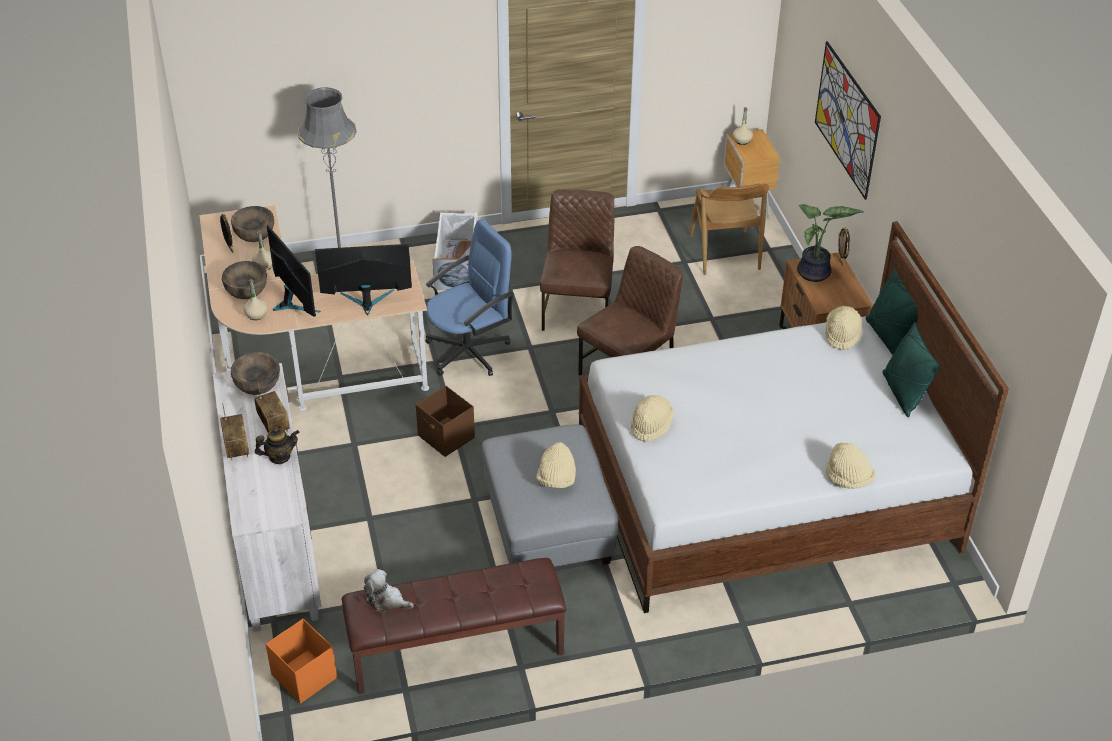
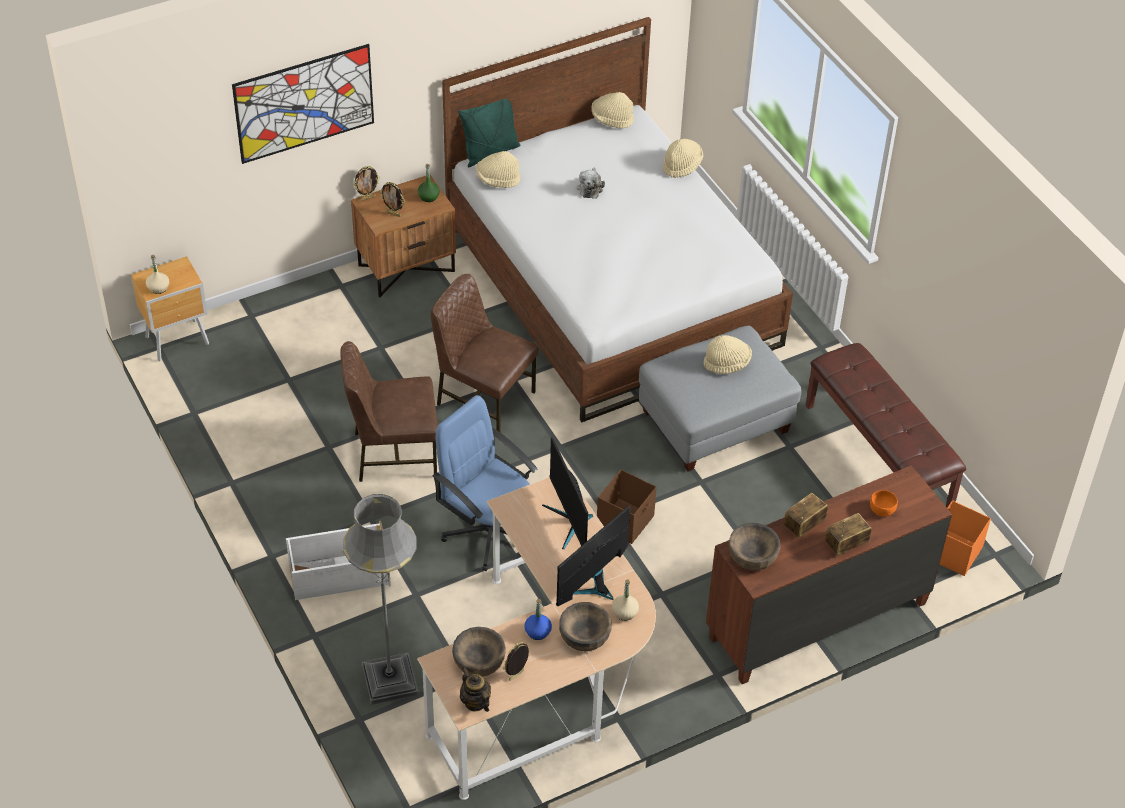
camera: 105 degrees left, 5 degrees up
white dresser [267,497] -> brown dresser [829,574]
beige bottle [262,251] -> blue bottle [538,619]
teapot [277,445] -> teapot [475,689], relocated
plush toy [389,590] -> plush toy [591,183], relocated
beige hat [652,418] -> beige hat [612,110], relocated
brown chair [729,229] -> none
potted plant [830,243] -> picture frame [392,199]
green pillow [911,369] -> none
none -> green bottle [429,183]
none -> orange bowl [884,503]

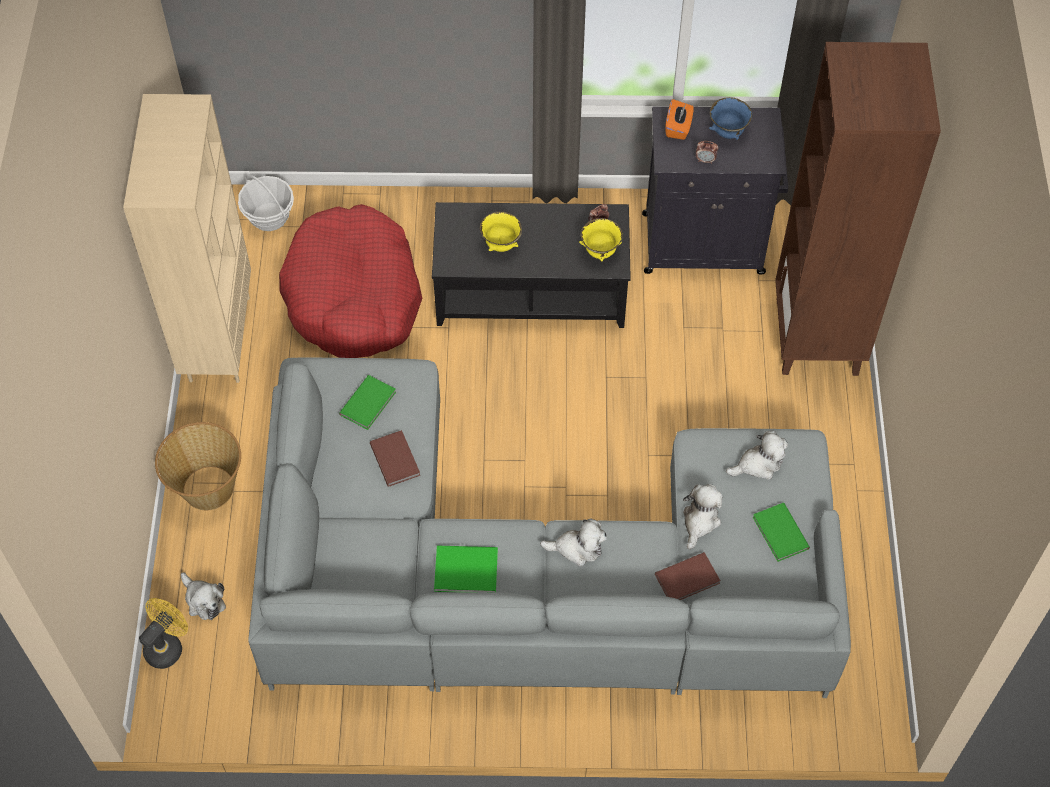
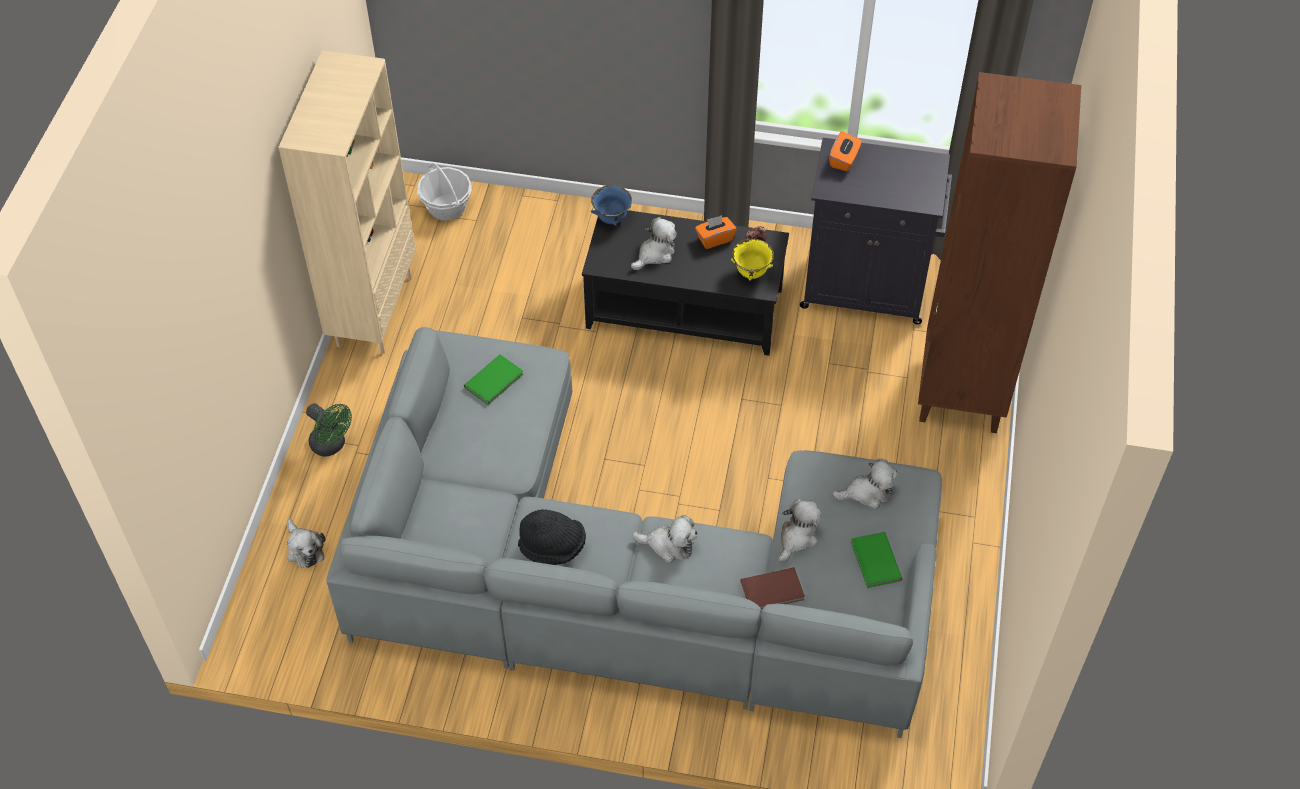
camera: 10 degrees right, 5 degrees down
yellow fan [163,633] -> none
basket [198,466] -> green fan [329,430]
red dog bed [350,281] -> none
brown book [395,458] -> none
green book [466,569] -> black hat [552,537]
yellow bowl [501,232] -> plush toy [654,243]
alarm clock [707,152] -> none
blue bowl [730,118] -> blue bowl [611,205], relocated
none -> orange tissue box [716,232]

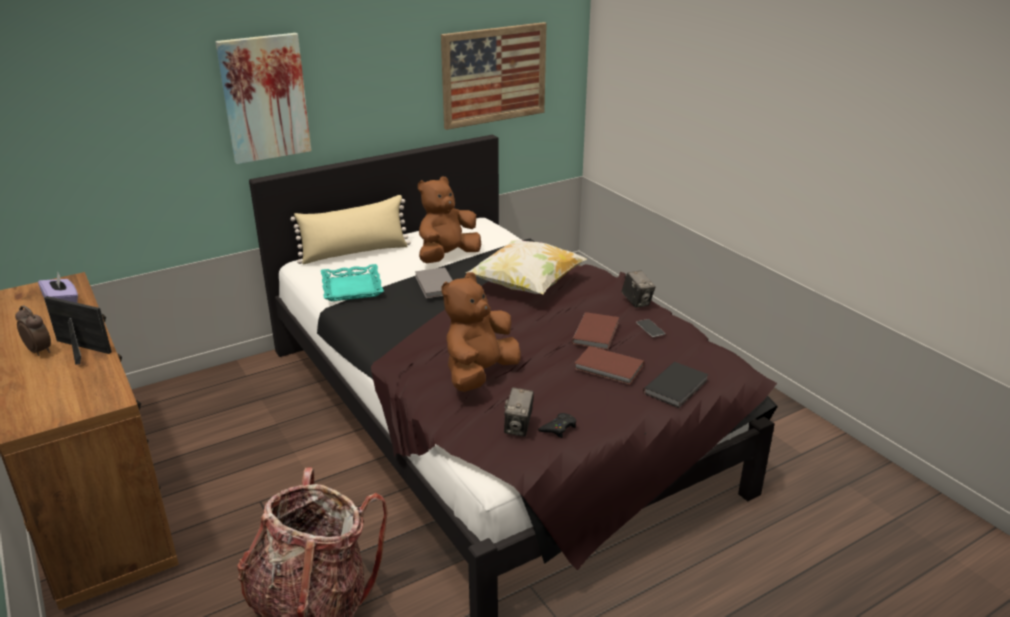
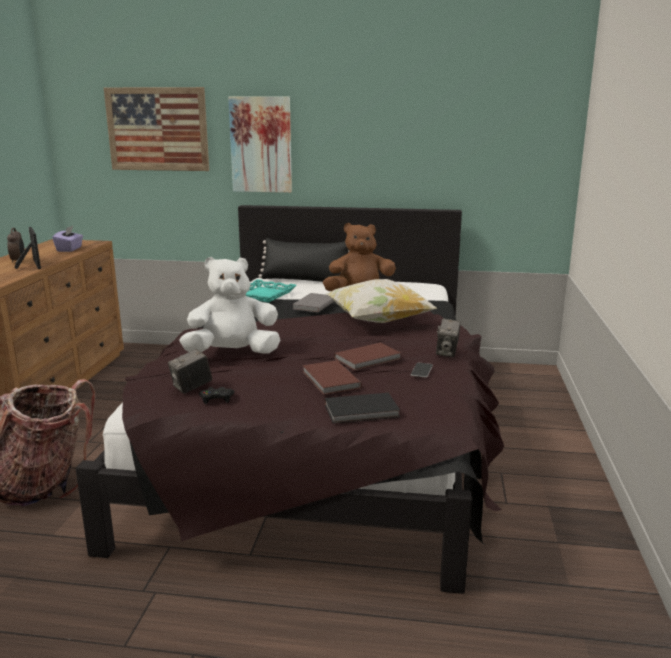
camera: 40 degrees right, 10 degrees down
beige pillow [350,229] -> black pillow [304,260]
picture [494,76] -> picture [156,129], relocated
brown plush toy [481,332] -> white plush toy [230,305]

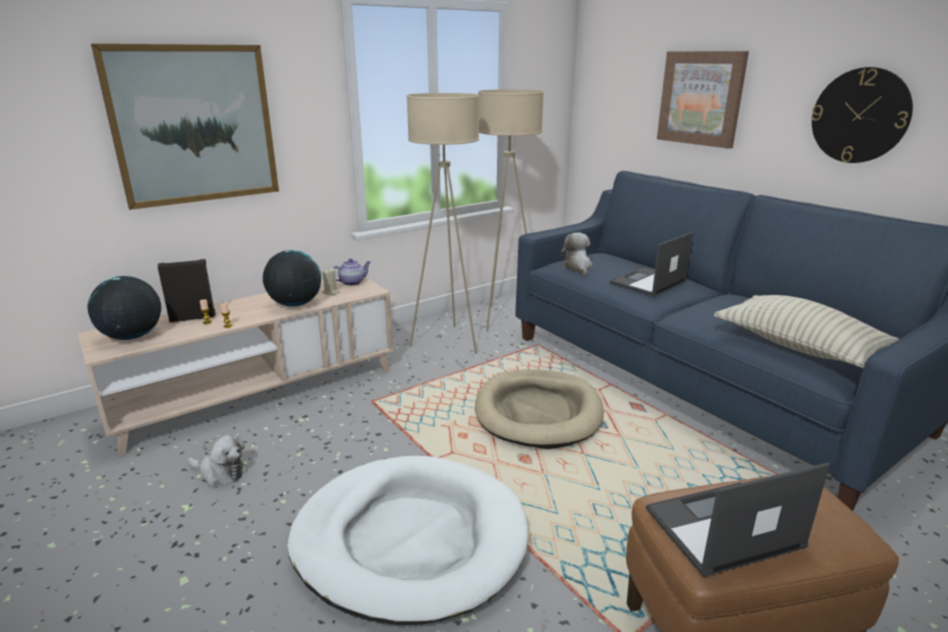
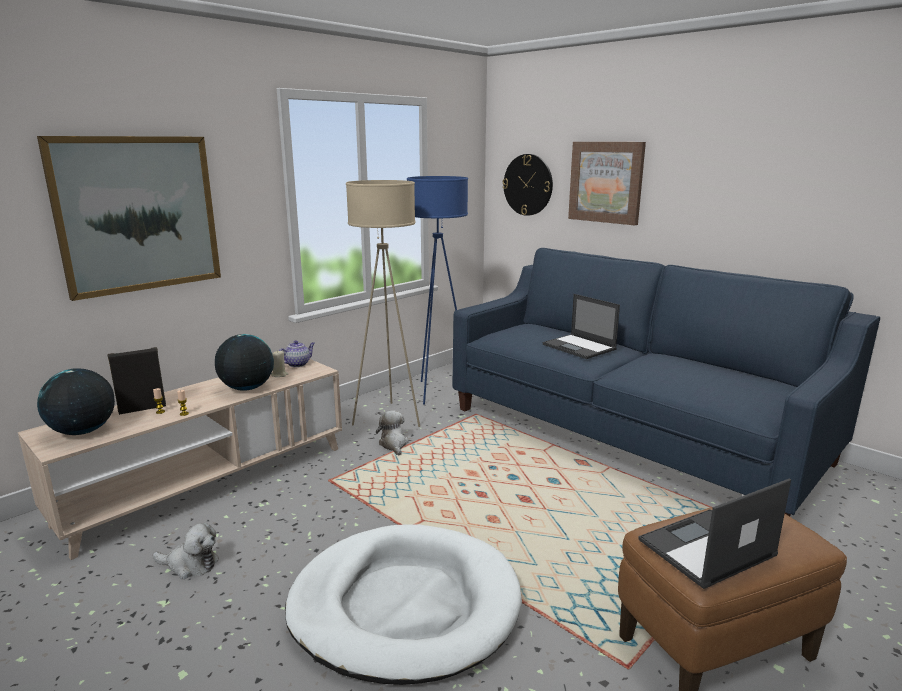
camera: 10 degrees left, 5 degrees down
beige dog bed [539,409] -> none
beige floor lamp [511,210] -> blue floor lamp [437,290]
plush toy [576,254] -> plush toy [392,433], relocated
laptop [651,264] -> laptop [581,326], 75 degrees counterclockwise
pillow [806,331] -> none
wall clock [862,115] -> wall clock [528,185], relocated

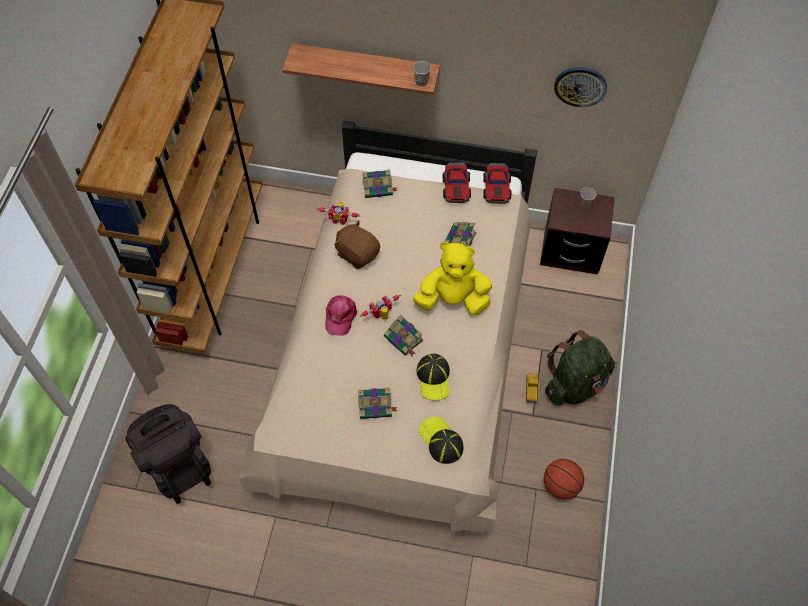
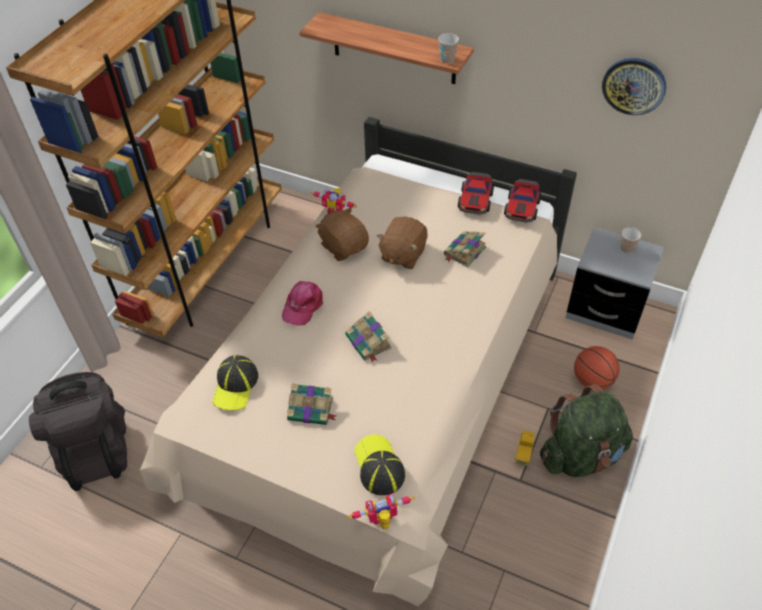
camera: 15 degrees right, 10 degrees down
toy robot [380,307] -> toy robot [381,511], relocated
book [380,184] -> none
yellow plush toy [452,278] -> none
cap [433,377] -> cap [235,382], relocated
brown nightstand [577,231] -> grey nightstand [615,283]
basketball [564,479] -> basketball [597,367], relocated
none -> brown plush toy [402,243]

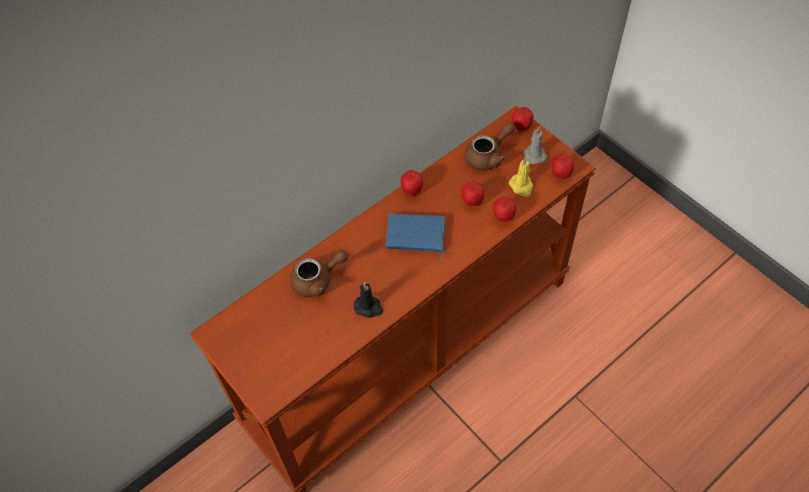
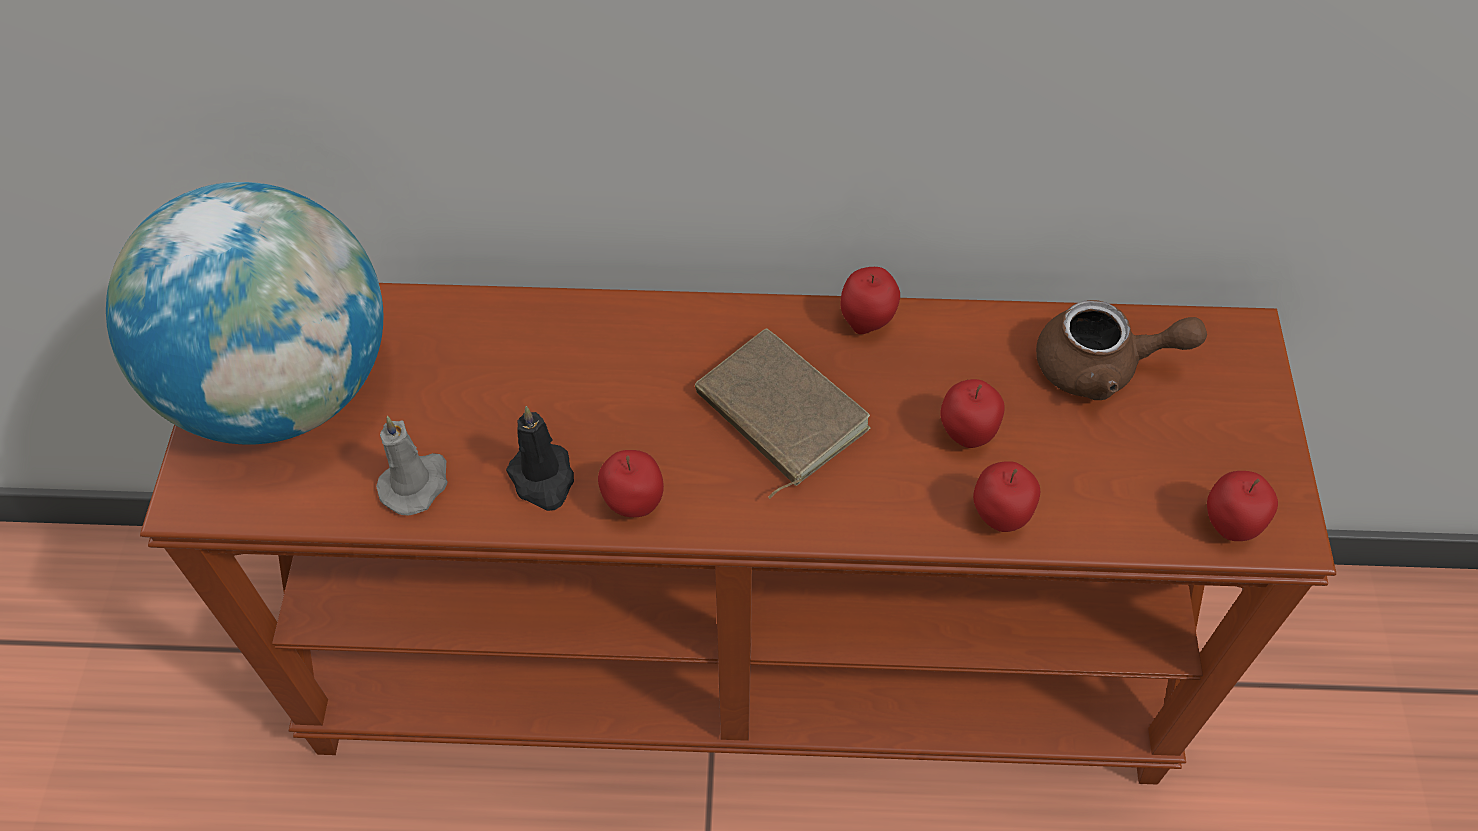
camera: 40 degrees right, 0 degrees up
brown teapot [319,273] -> none
blue book [416,237] -> brown book [783,413]
yellow candle [521,177] -> none
apple [522,119] -> apple [631,483], relocated
grey candle [535,145] -> grey candle [412,466], relocated
none -> globe [244,313]

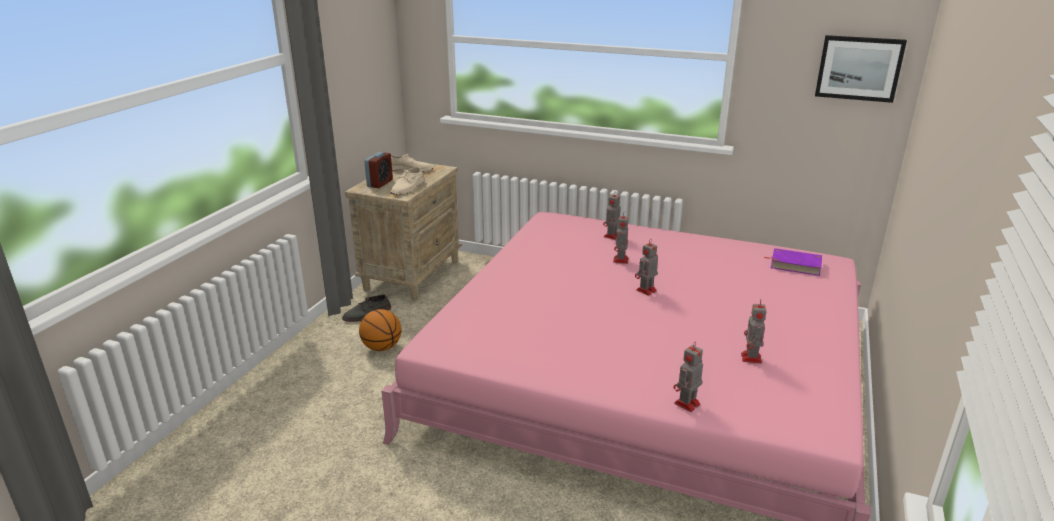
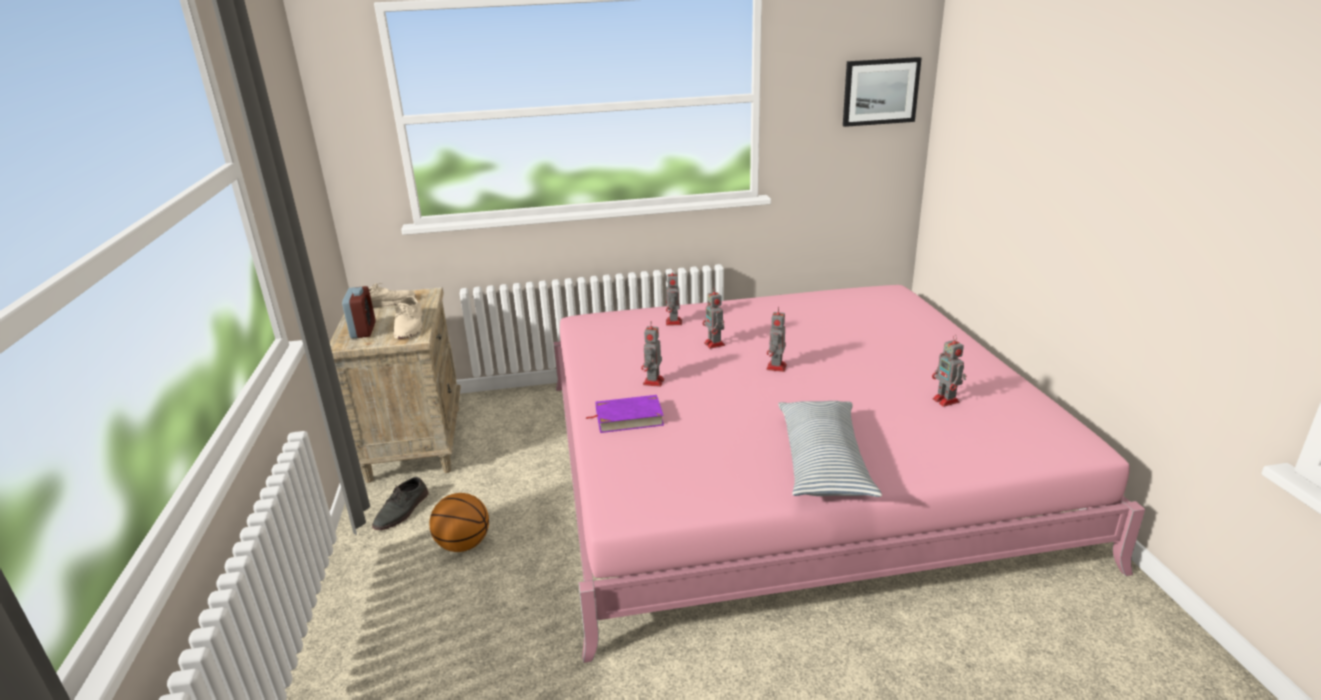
camera: 30 degrees left, 0 degrees up
toy robot [688,377] -> toy robot [652,354], relocated
purple book [793,262] -> purple book [625,414], relocated
none -> pillow [830,449]

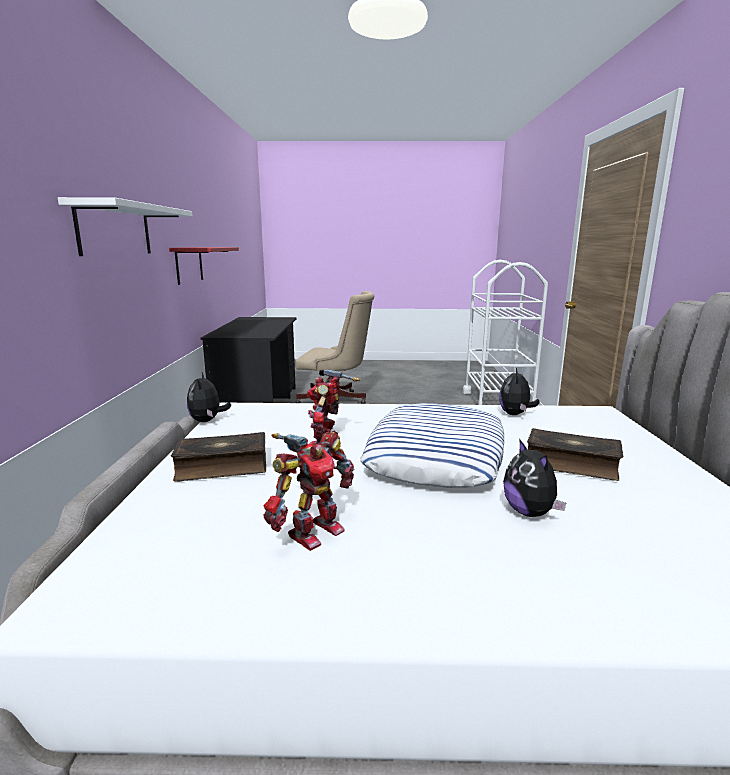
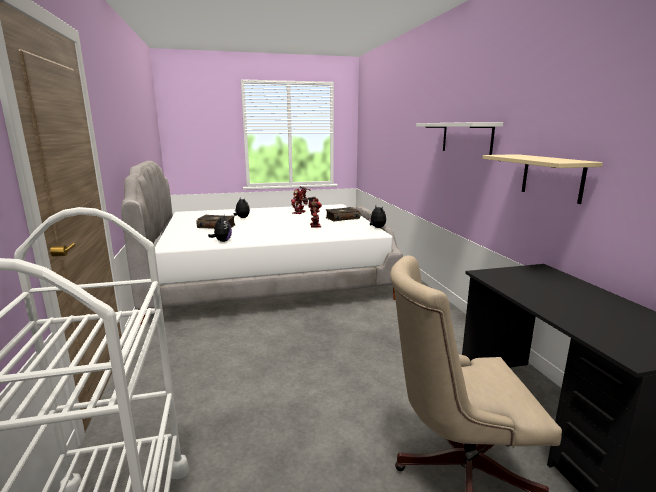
camera: 165 degrees right, 0 degrees up
red shelf [204,266] -> beige shelf [543,179]
pillow [432,445] -> none

